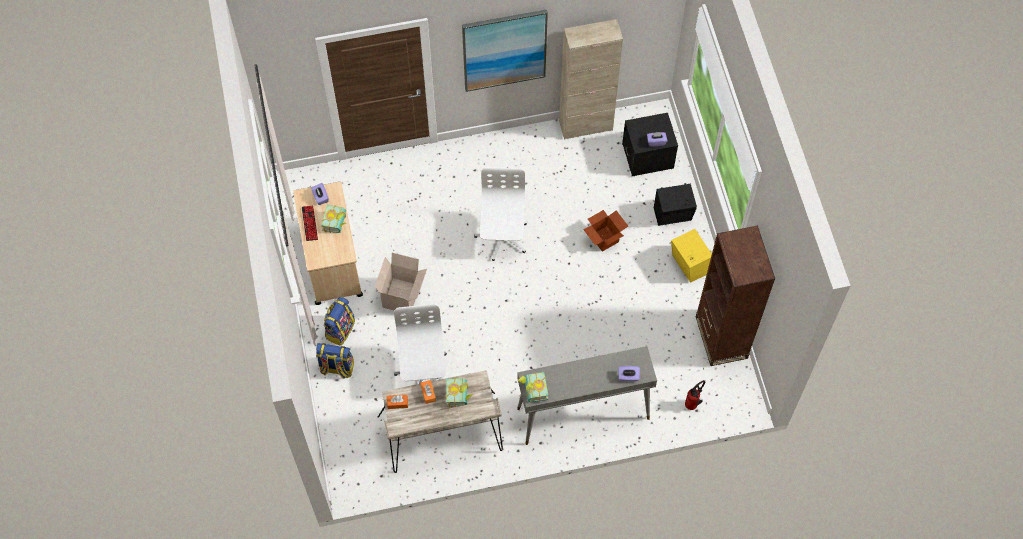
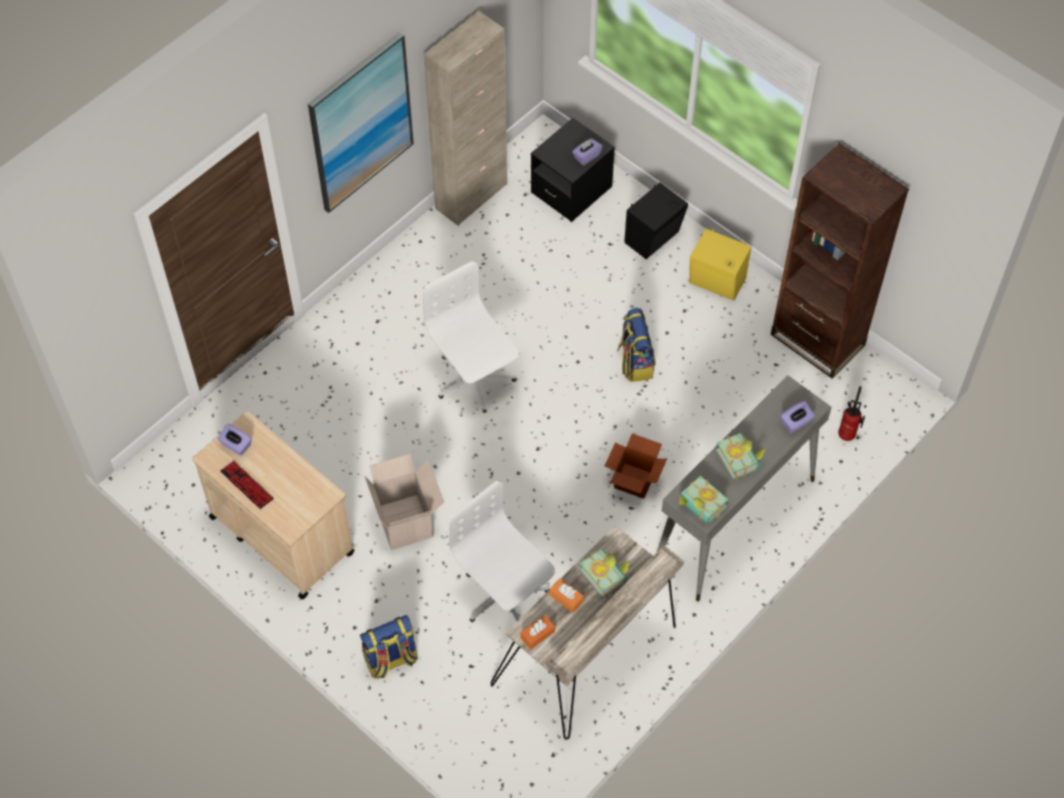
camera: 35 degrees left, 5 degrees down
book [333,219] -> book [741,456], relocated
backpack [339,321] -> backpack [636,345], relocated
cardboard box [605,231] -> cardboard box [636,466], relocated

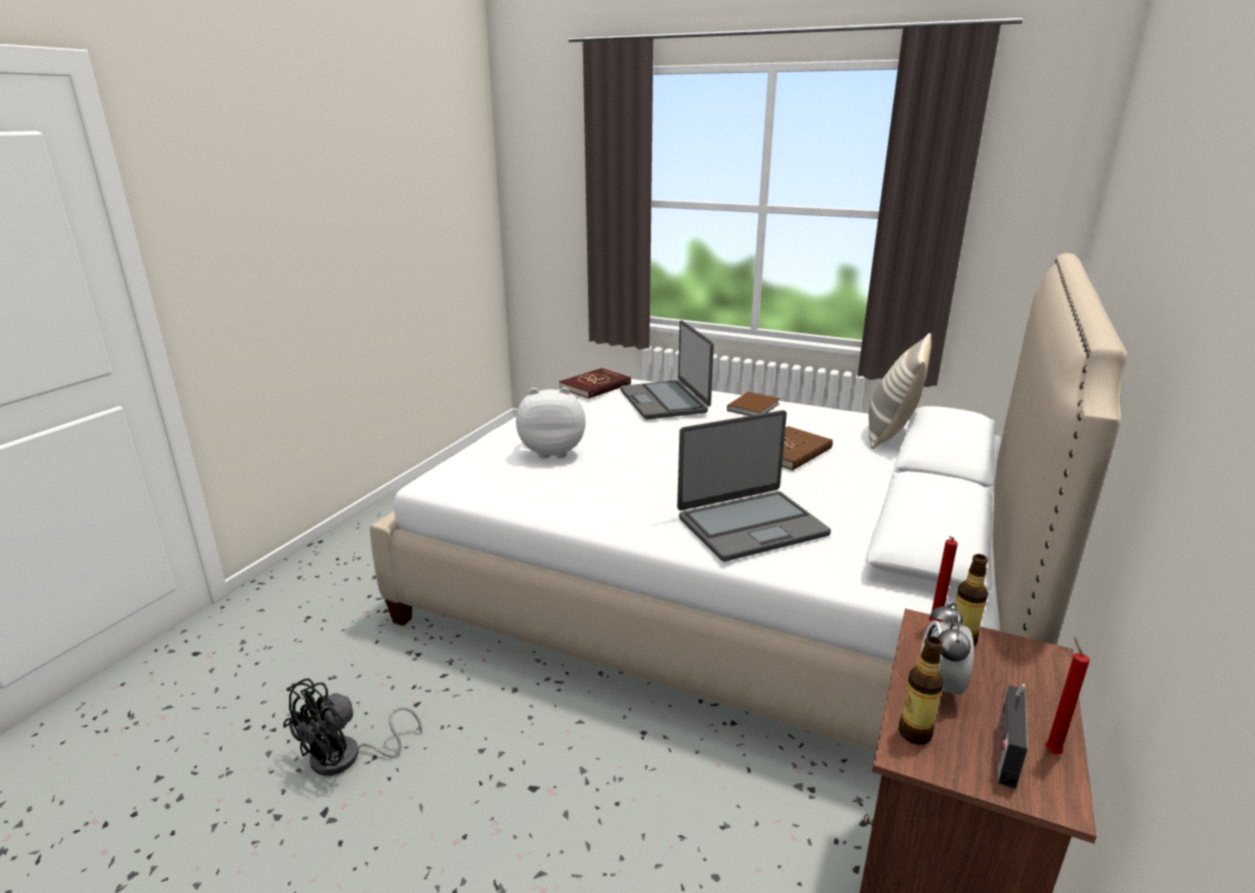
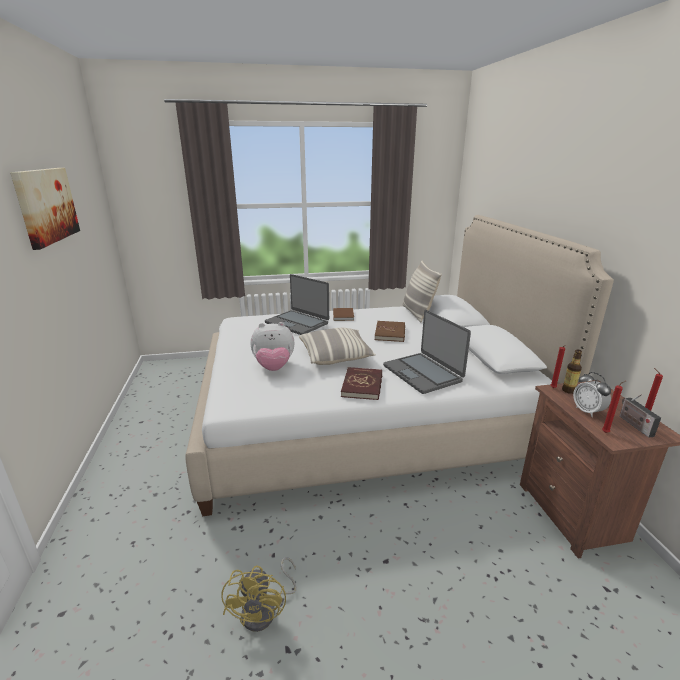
camera: 35 degrees left, 0 degrees up
black fan [352,727] -> yellow fan [258,594]
plush toy [551,423] -> plush toy [273,346], 150 degrees counterclockwise
red book [595,383] -> red book [361,383], relocated
laptop [754,486] -> laptop [427,352], 120 degrees clockwise
bottle [921,690] -> red candle [614,407]
none -> picture [45,209]
none -> pillow [337,346]

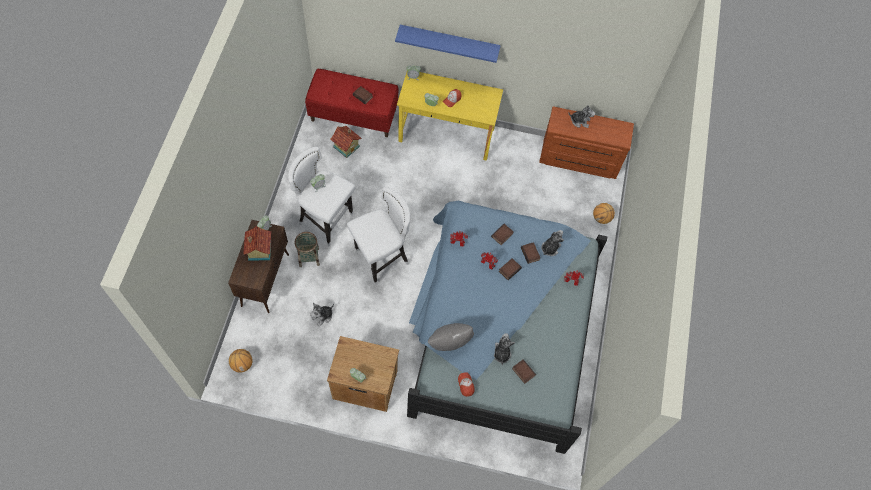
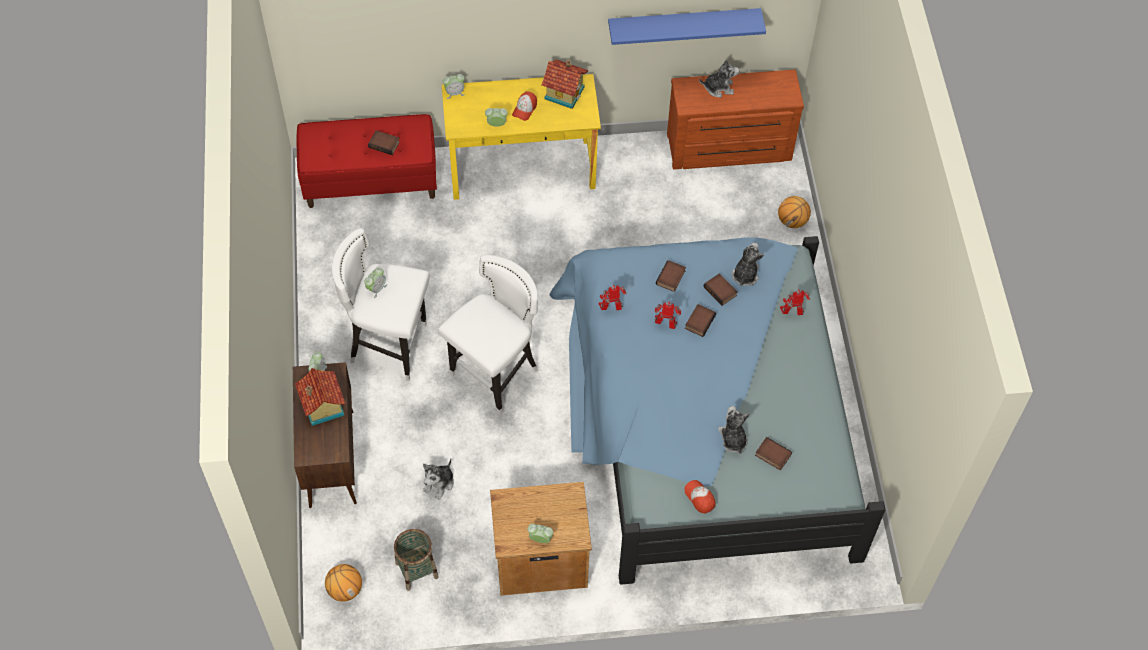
camera: 15 degrees left, 5 degrees down
basket [307,249] -> basket [416,560], relocated
toy house [345,142] -> toy house [564,84], relocated
blue shelf [448,44] -> blue shelf [687,26], relocated
grey pillow [451,337] -> none

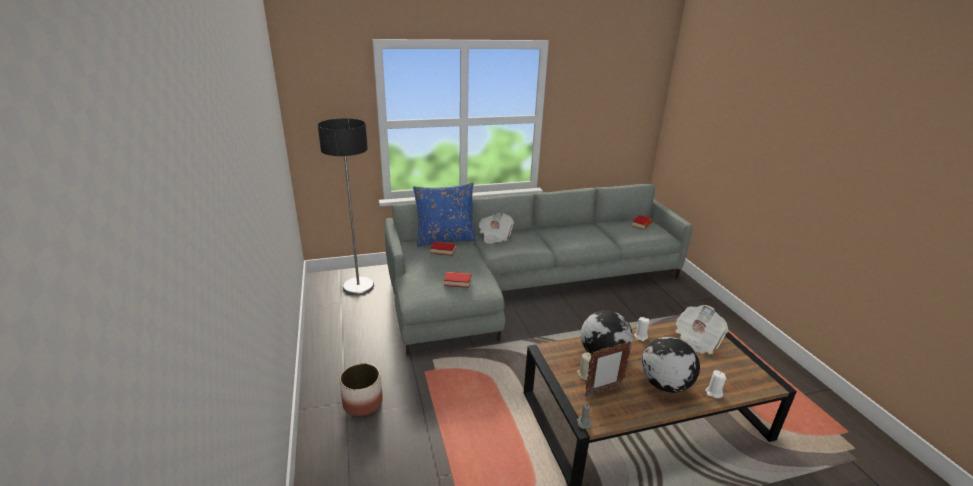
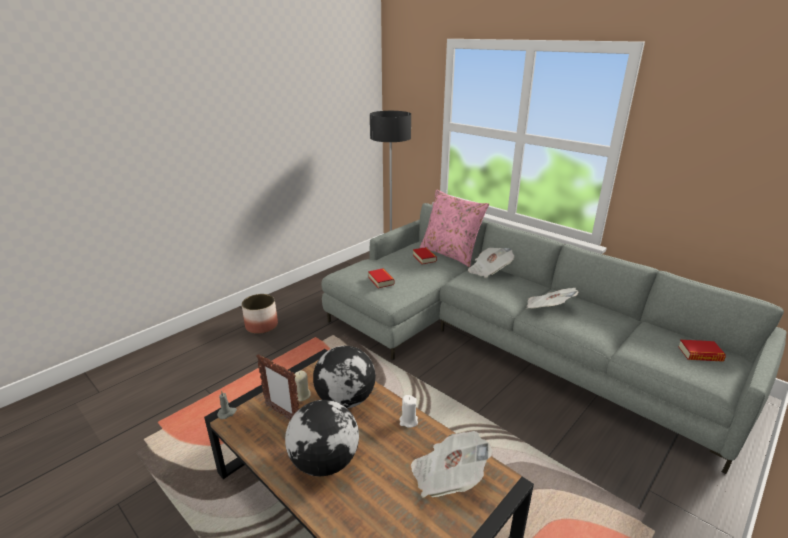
camera: 60 degrees right, 0 degrees up
blue pillow [445,215] -> pink pillow [454,228]
white candle [715,384] -> none
none -> newspaper [551,298]

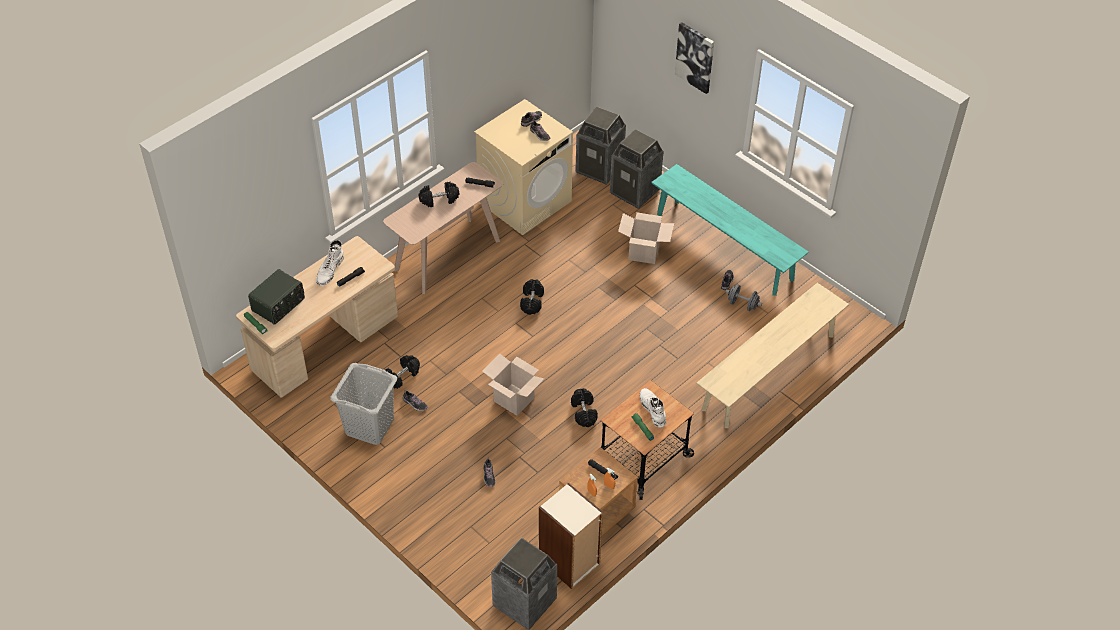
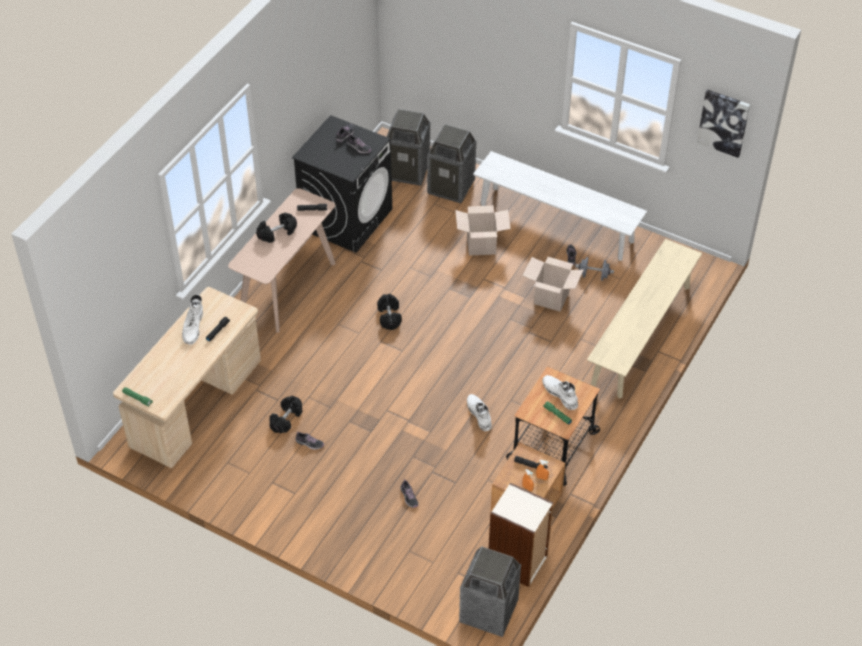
camera: 15 degrees left, 0 degrees up
radio [276,297] -> none
grey laundry basket [363,404] -> none
beige washing machine [523,167] -> black washing machine [342,184]
cardboard box [513,385] -> cardboard box [553,284], relocated
black dumbbell [584,407] -> white boot [479,412]
turquoise bench [730,230] -> white bench [560,206]
picture [694,58] -> picture [723,123], relocated

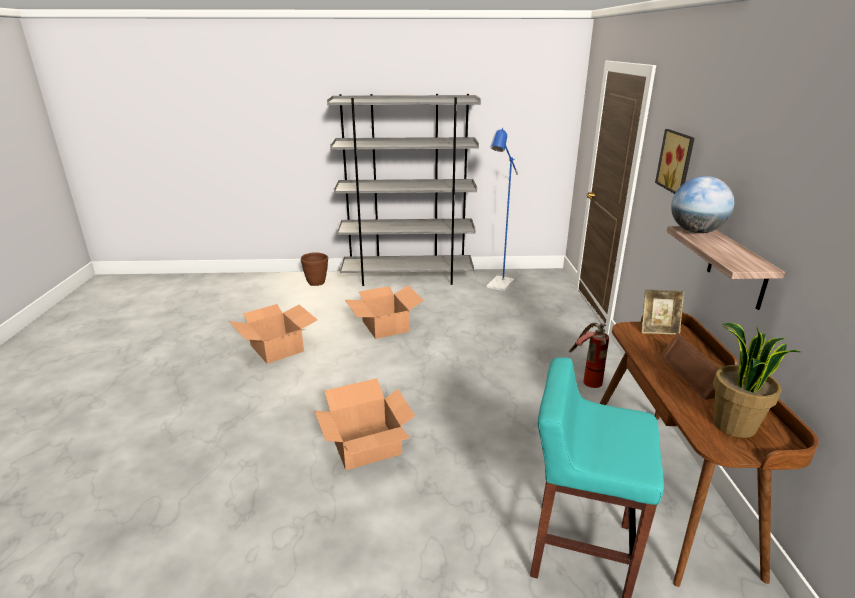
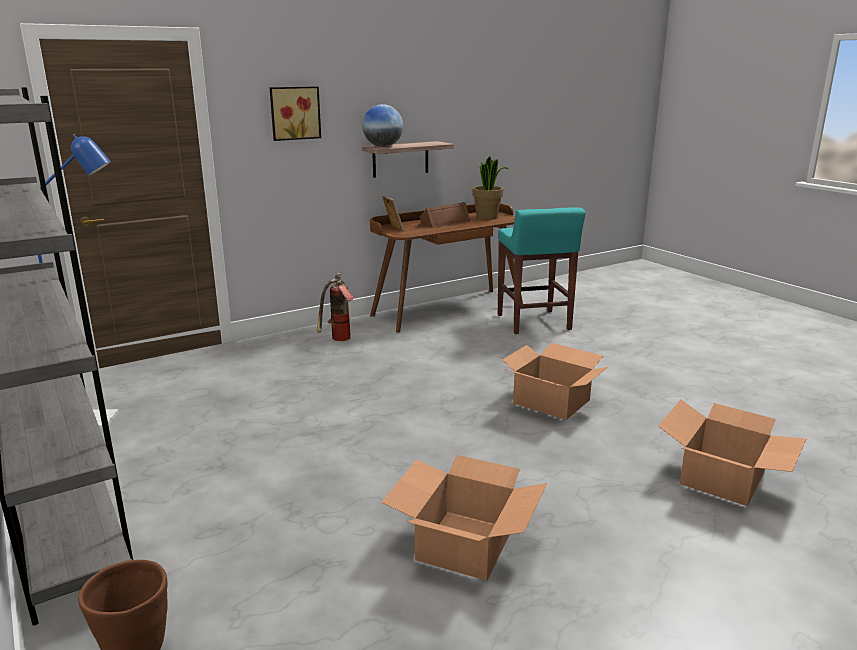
camera: 120 degrees left, 5 degrees down
cardboard box [384,312] -> cardboard box [732,453], relocated

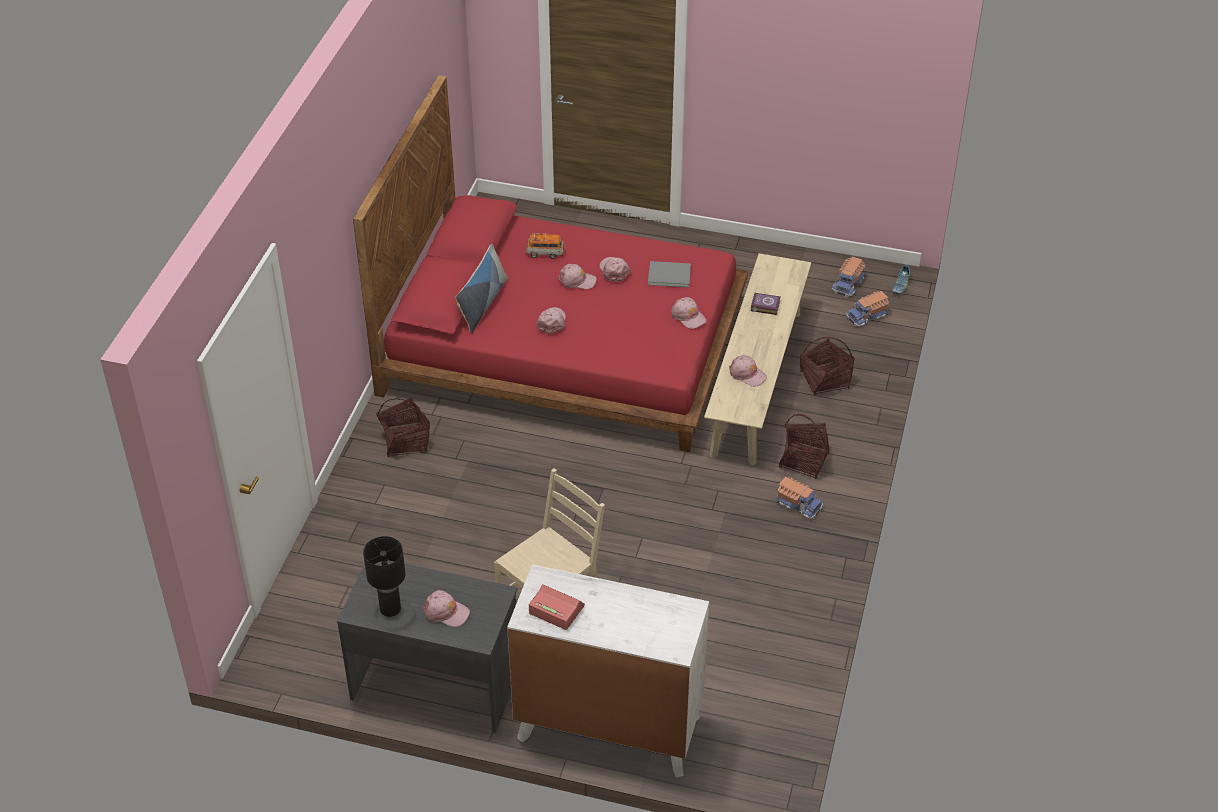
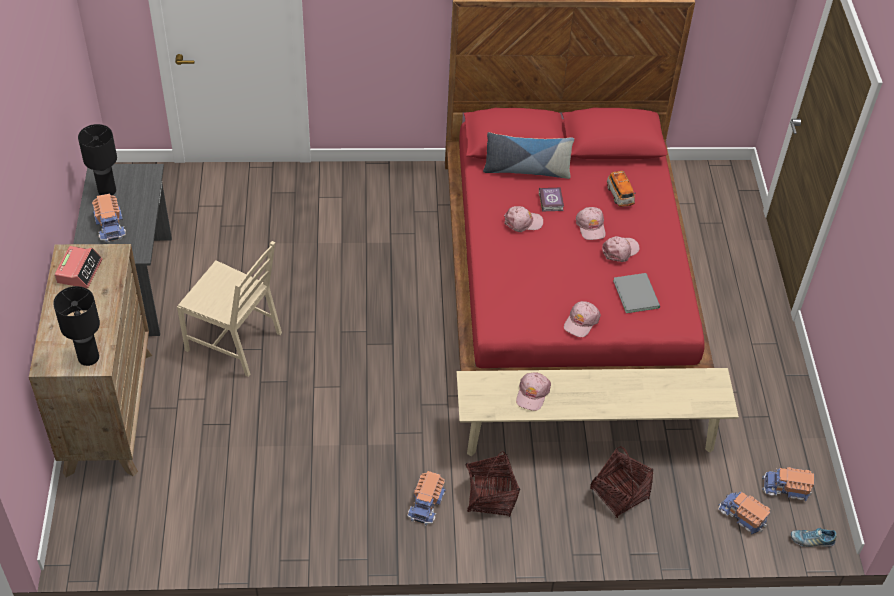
camera: 70 degrees right, 5 degrees up
basket [403,427] -> none
pink cap [446,608] -> toy truck [109,218]
white dresser [608,671] -> brown dresser [90,360]
book [765,304] -> book [551,200], relocated
none -> black table lamp [76,326]

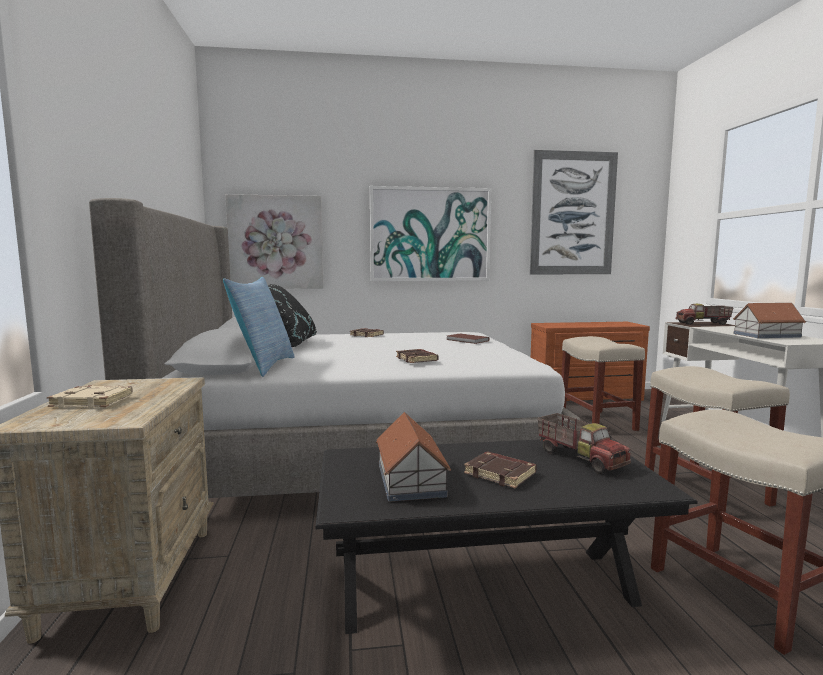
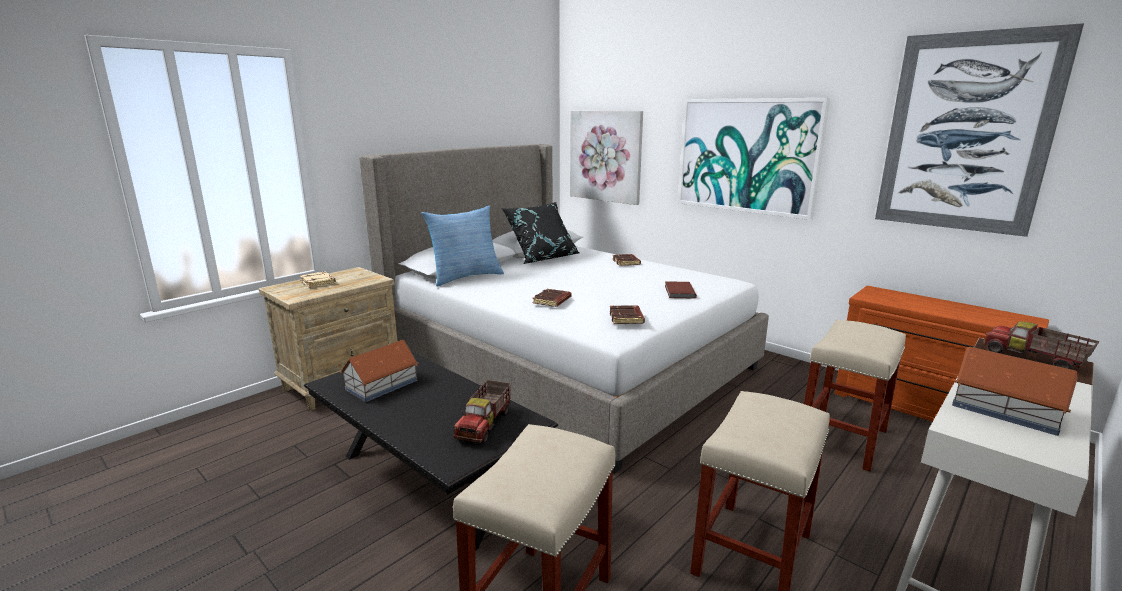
camera: 50 degrees right, 10 degrees up
brown book [500,470] -> brown book [627,314], relocated

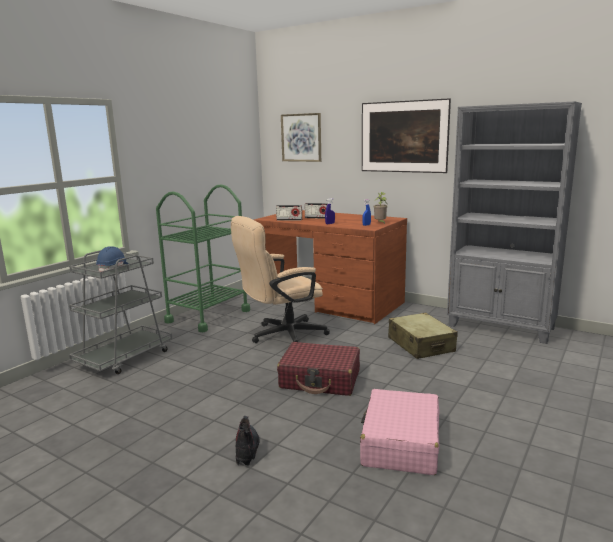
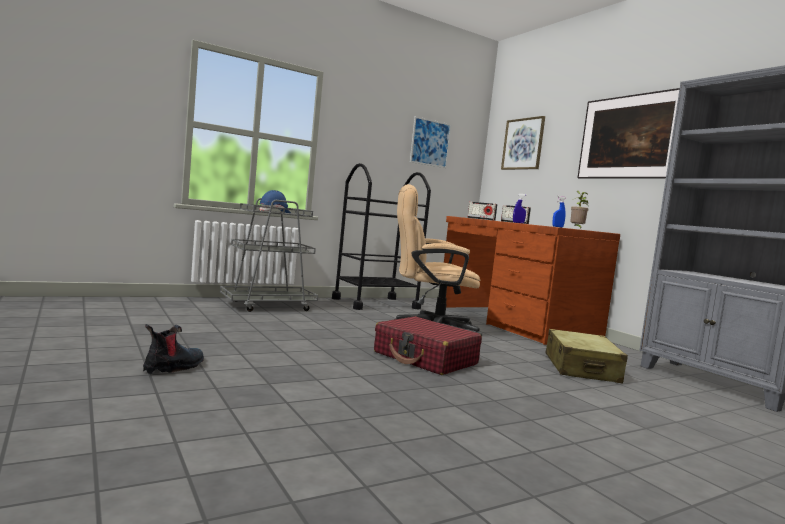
camera: 25 degrees right, 10 degrees down
green cart [203,258] -> black cart [381,236]
boot [247,441] -> boot [173,349], relocated
pink suitcase [400,432] -> none
none -> picture [430,142]

